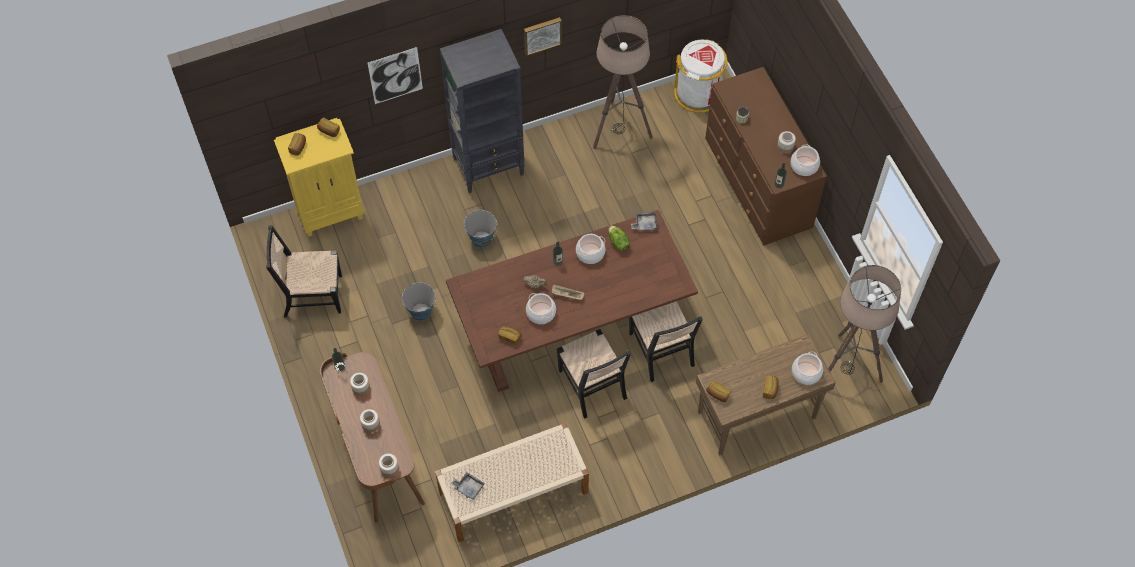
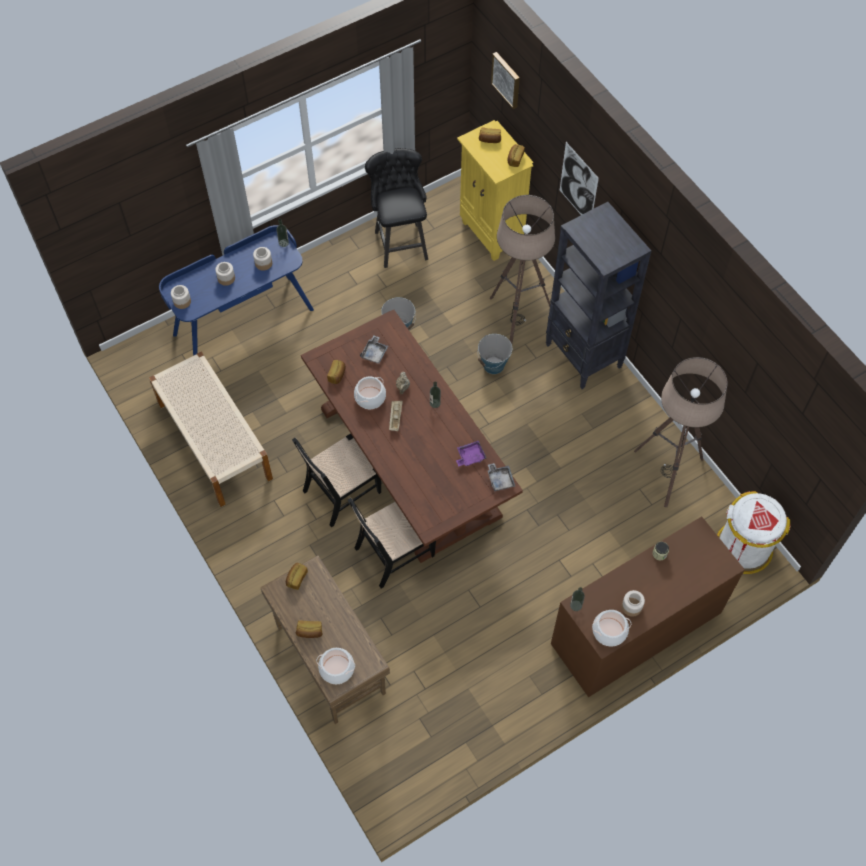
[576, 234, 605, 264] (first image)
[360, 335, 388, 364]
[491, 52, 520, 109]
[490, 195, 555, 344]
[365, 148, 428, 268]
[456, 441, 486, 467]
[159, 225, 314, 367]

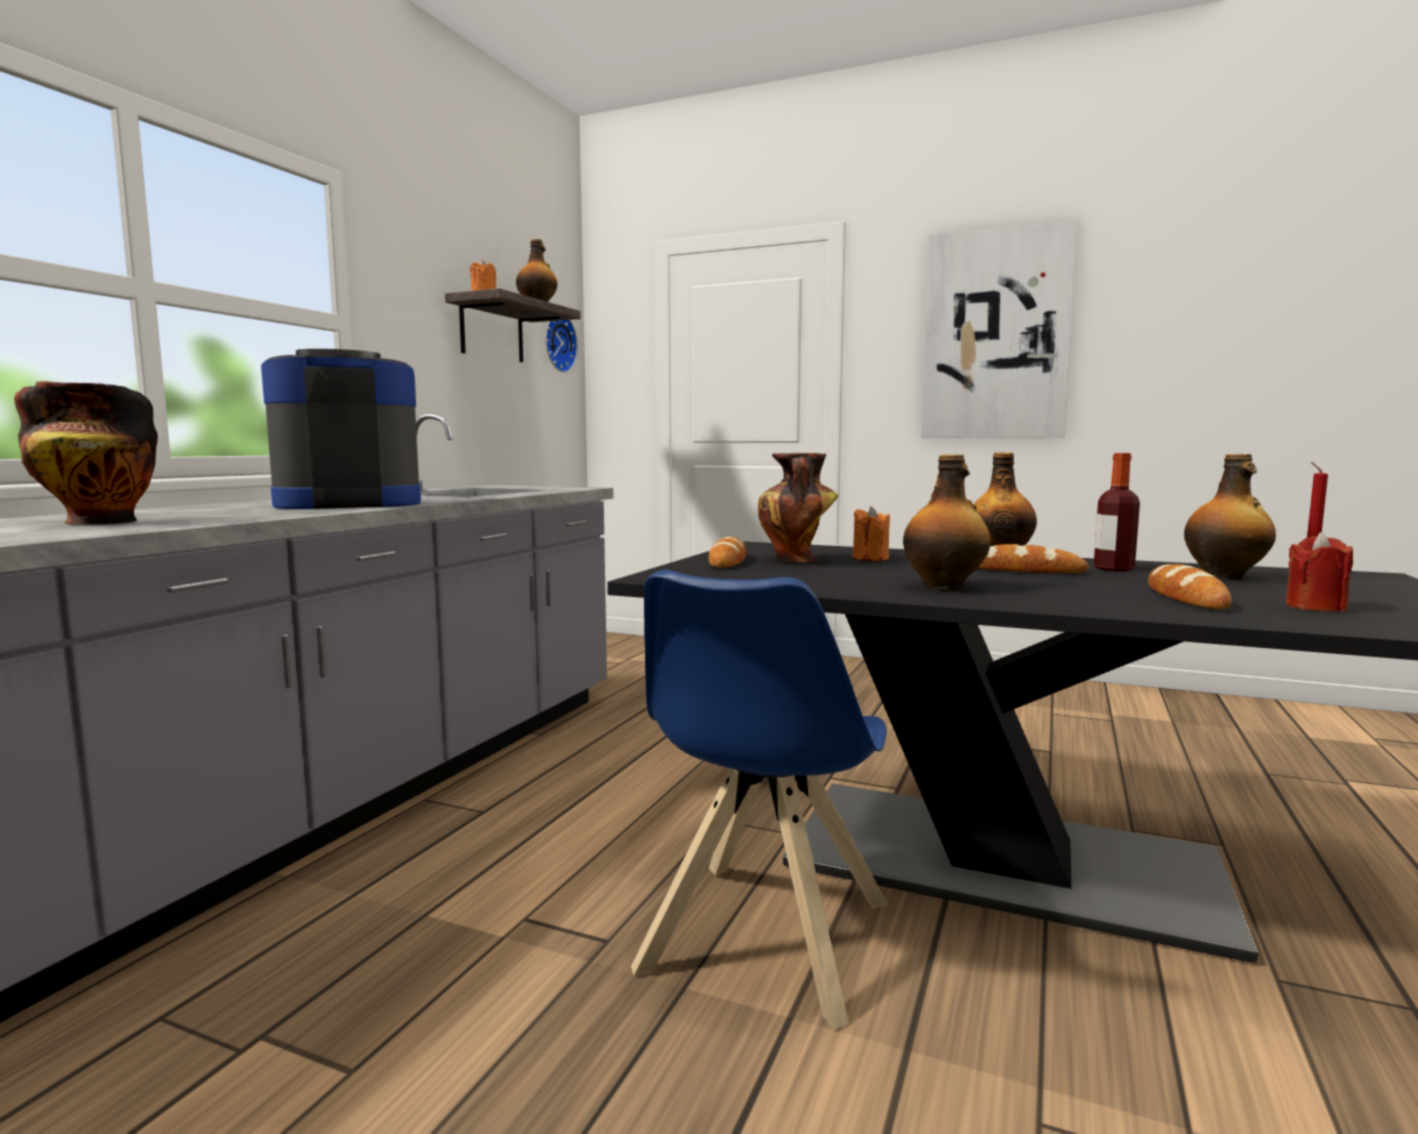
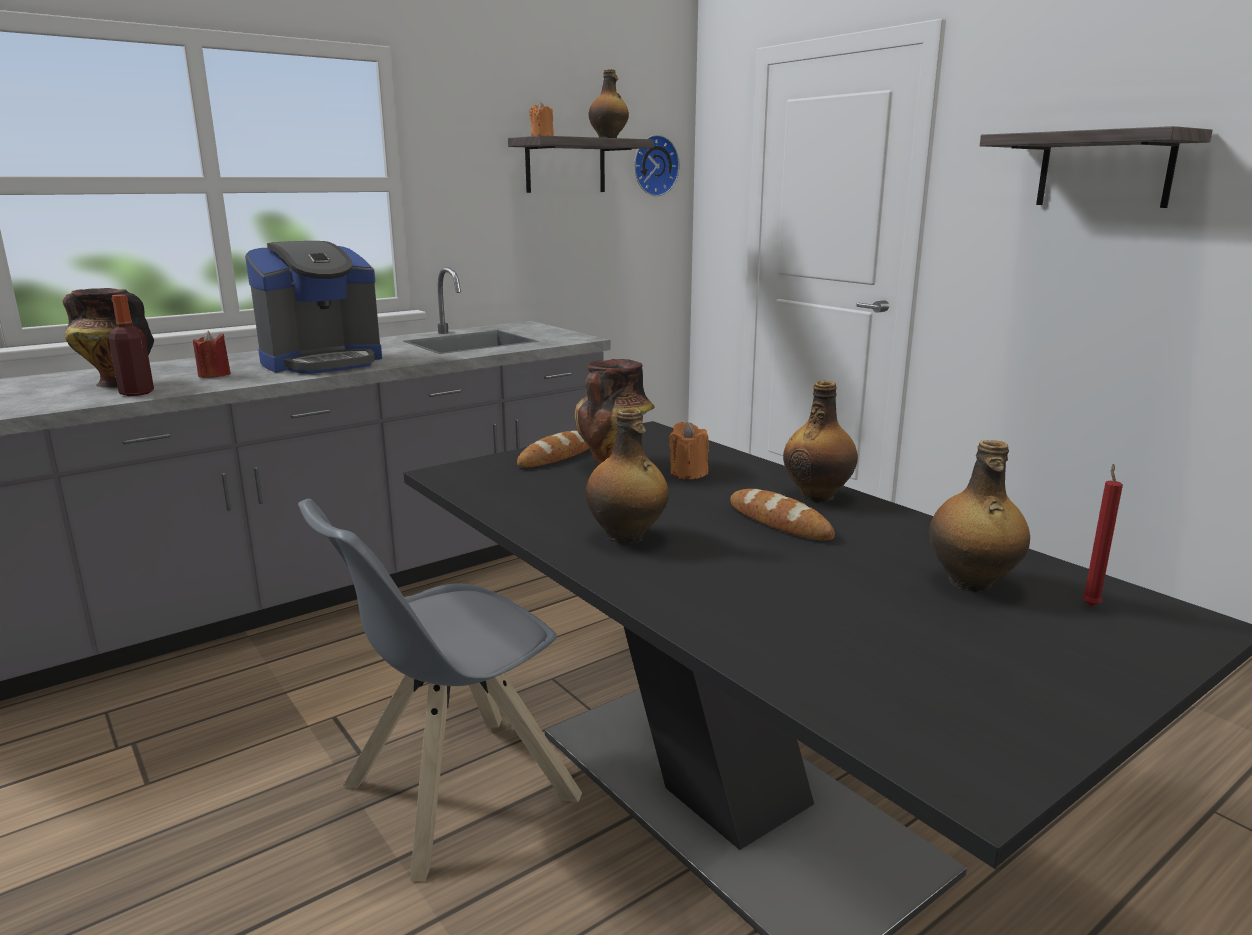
[1148, 564, 1232, 609] (first image)
[108, 294, 154, 396]
[193, 331, 231, 378]
[980, 126, 1213, 208]
[298, 499, 582, 881]
[245, 241, 382, 374]

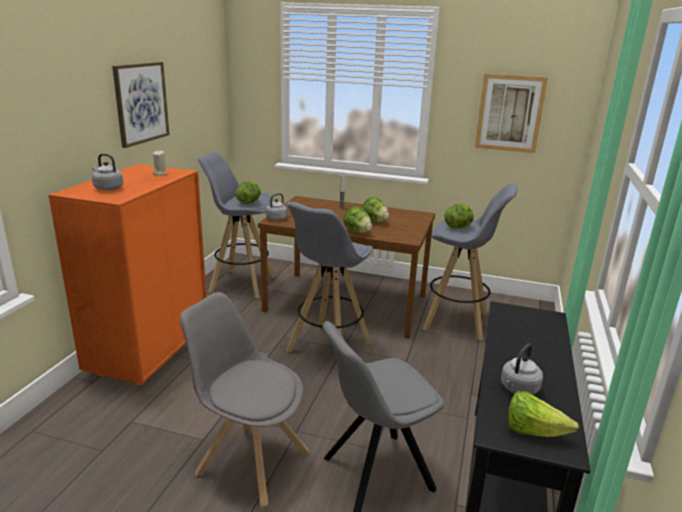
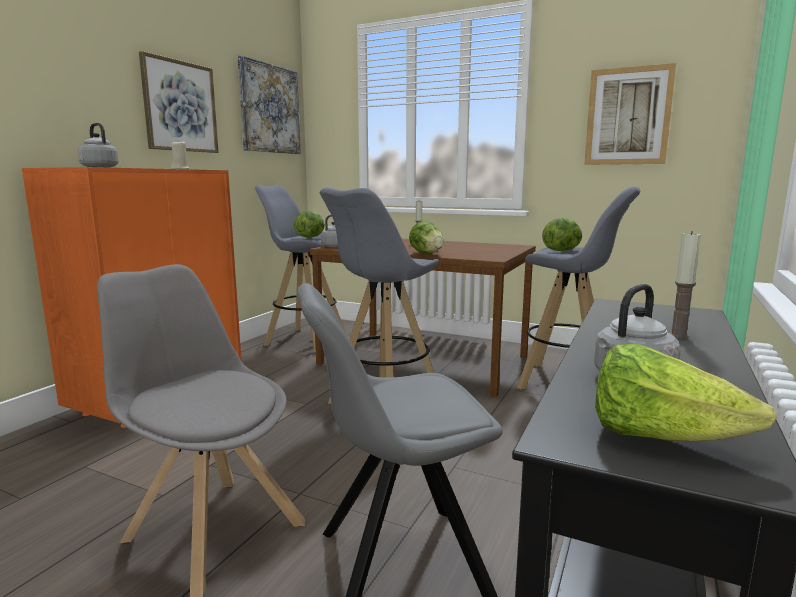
[362, 197, 389, 223] (first image)
[238, 55, 301, 154]
[670, 231, 701, 338]

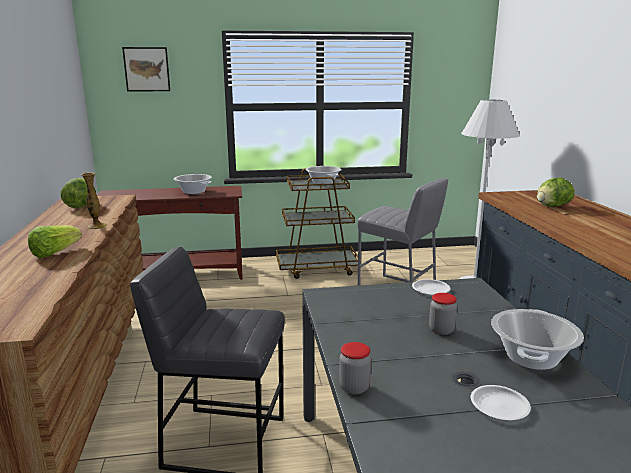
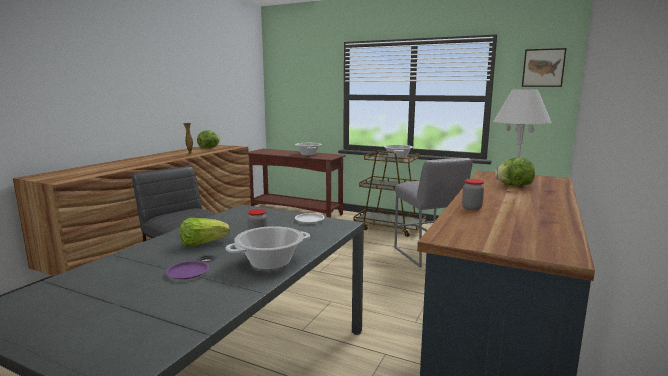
[180, 218, 230, 247]
[522, 48, 566, 87]
[462, 179, 484, 210]
[166, 261, 209, 279]

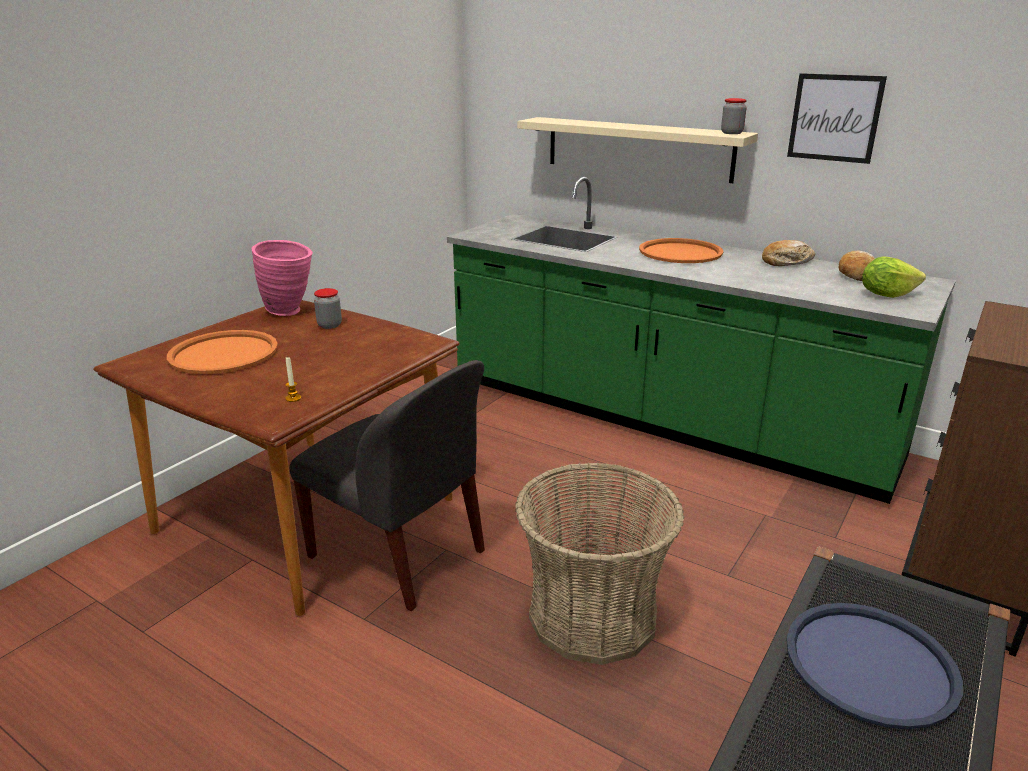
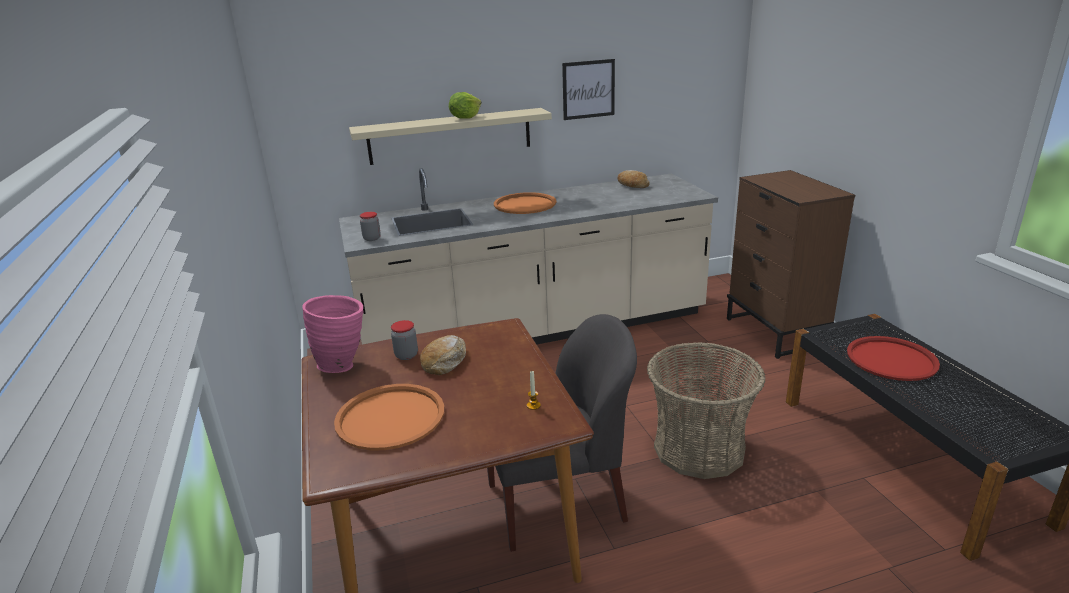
[360, 212, 381, 241]
[420, 335, 466, 375]
[449, 92, 482, 119]
[339, 168, 718, 345]
[847, 336, 940, 381]

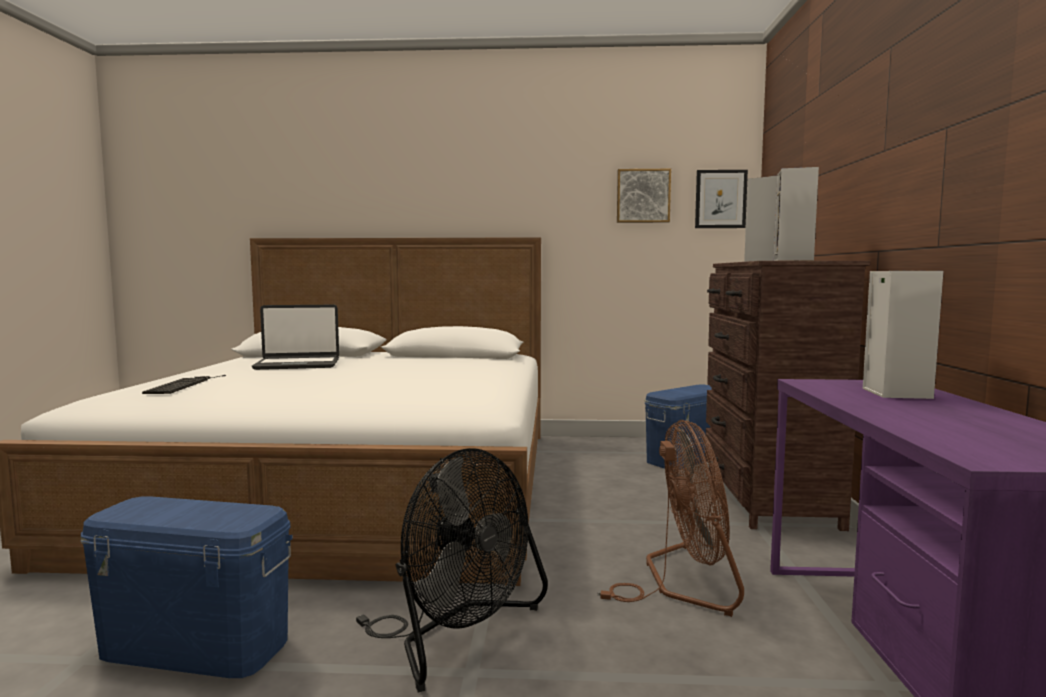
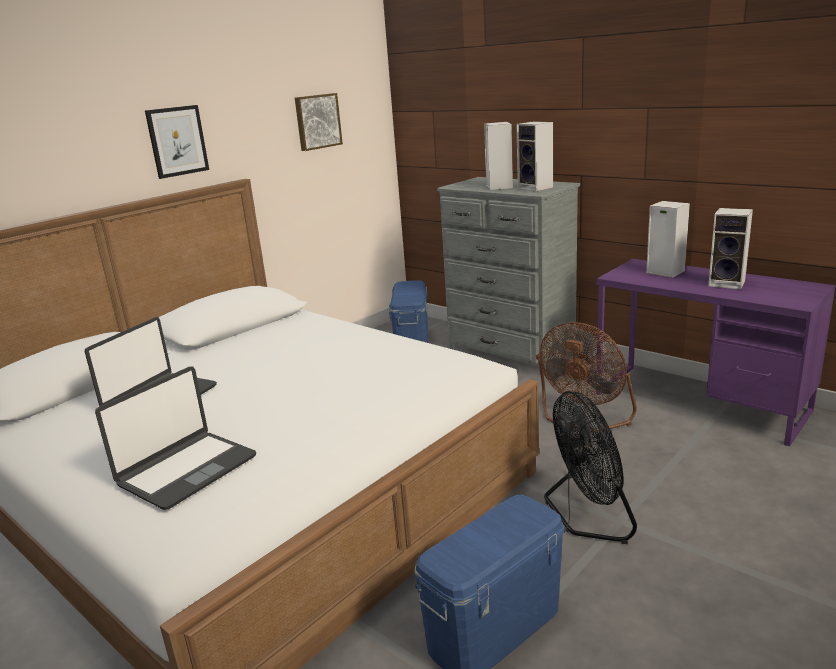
[708, 208, 753, 289]
[145, 105, 209, 179]
[95, 366, 256, 510]
[437, 177, 580, 374]

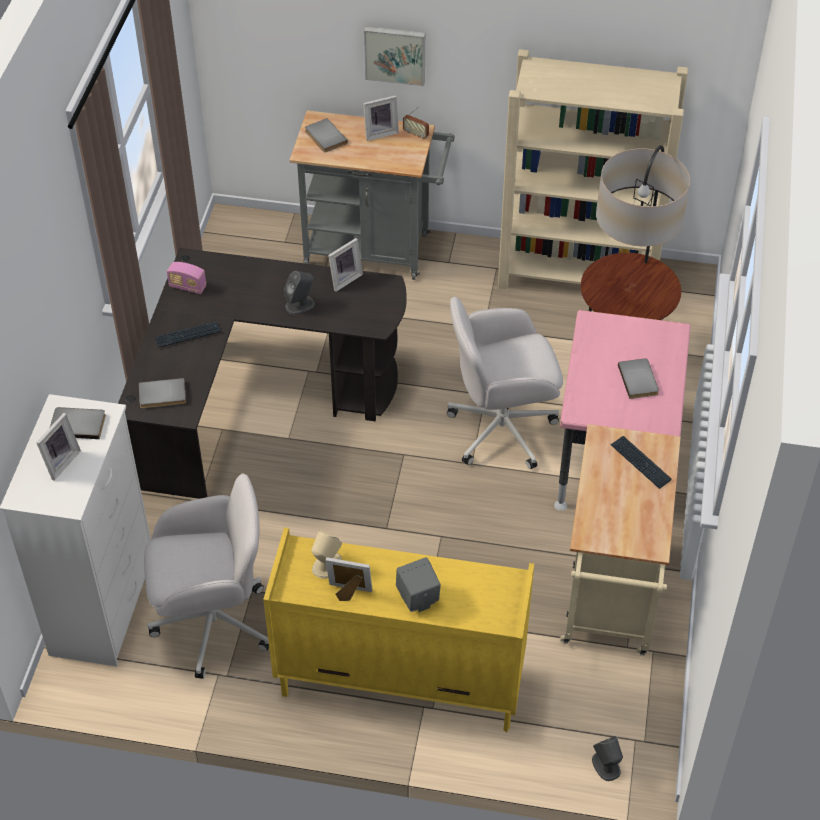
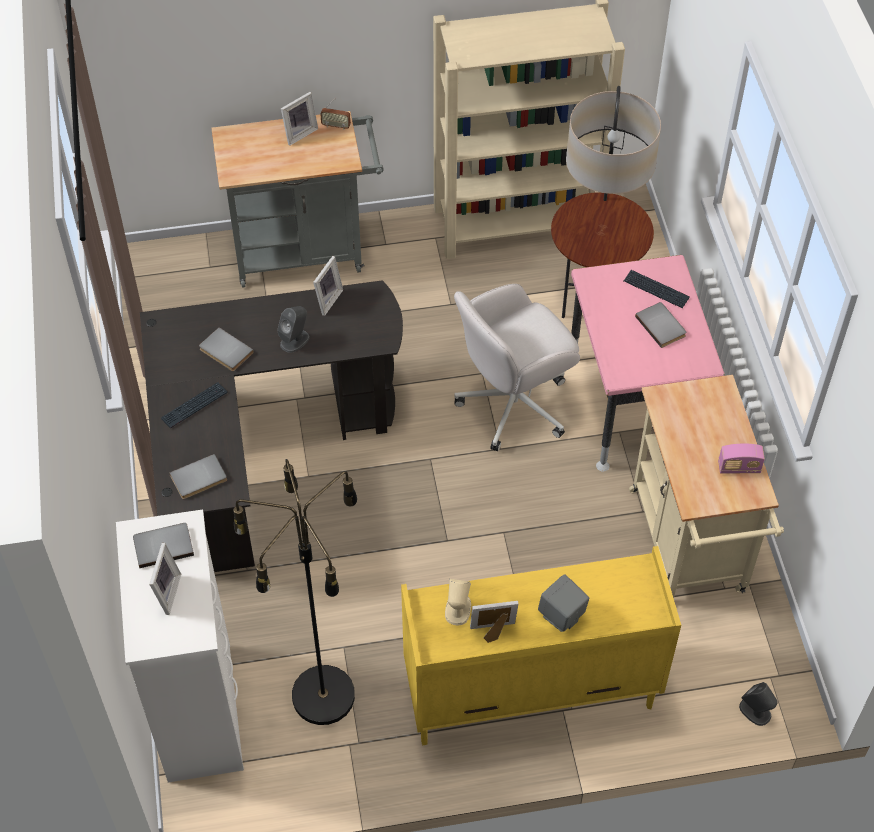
[364, 26, 425, 86] (first image)
[718, 444, 765, 474]
[199, 327, 254, 371]
[624, 270, 690, 308]
[233, 459, 357, 725]

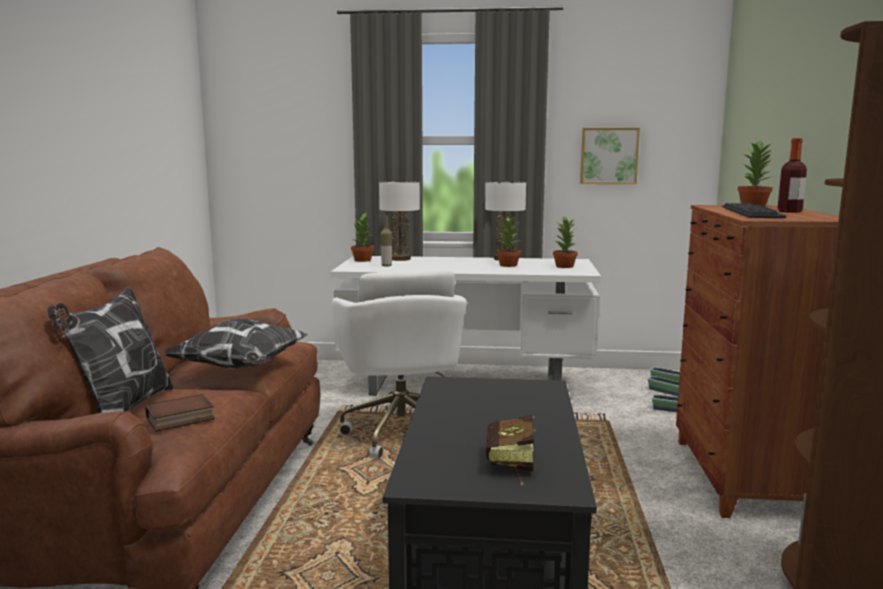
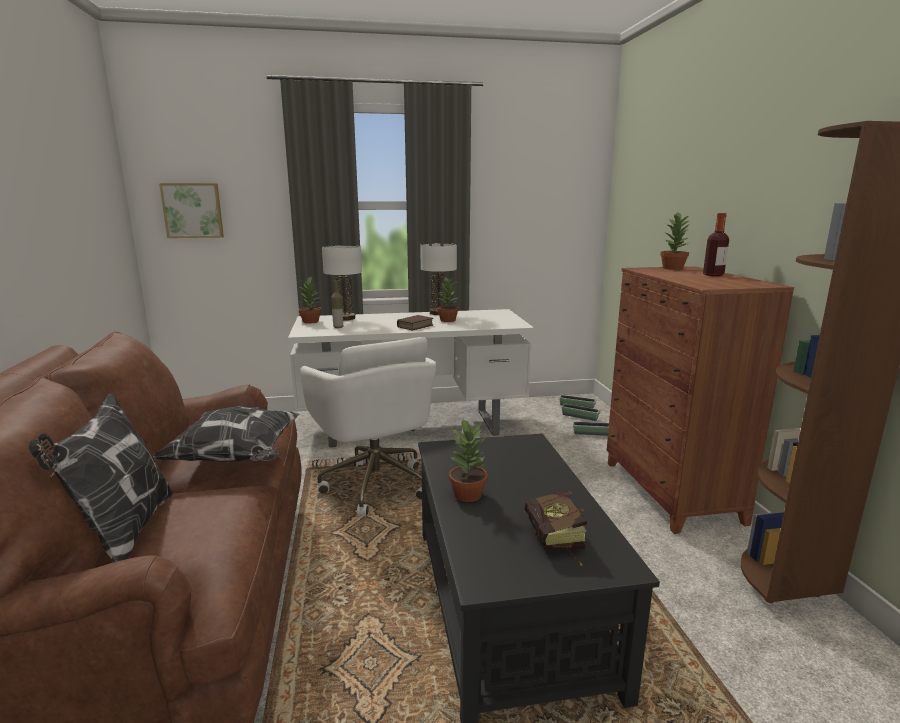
[722, 203, 786, 218] (first image)
[397, 315, 433, 331]
[449, 419, 487, 502]
[159, 183, 224, 238]

